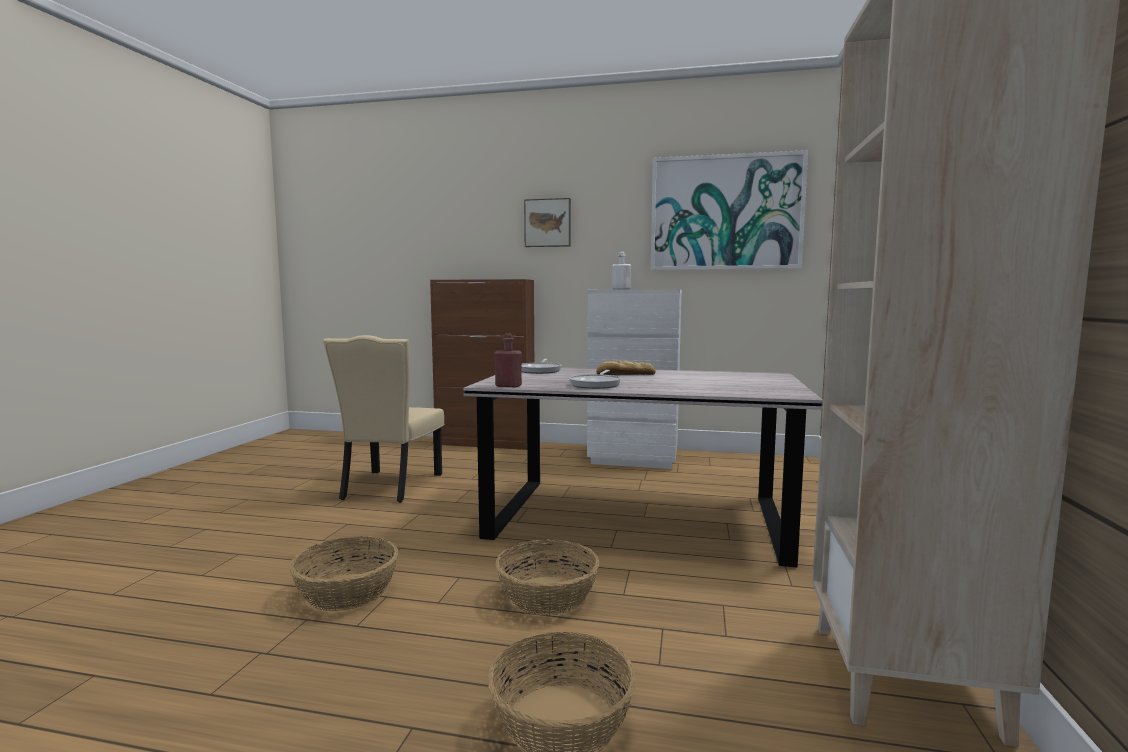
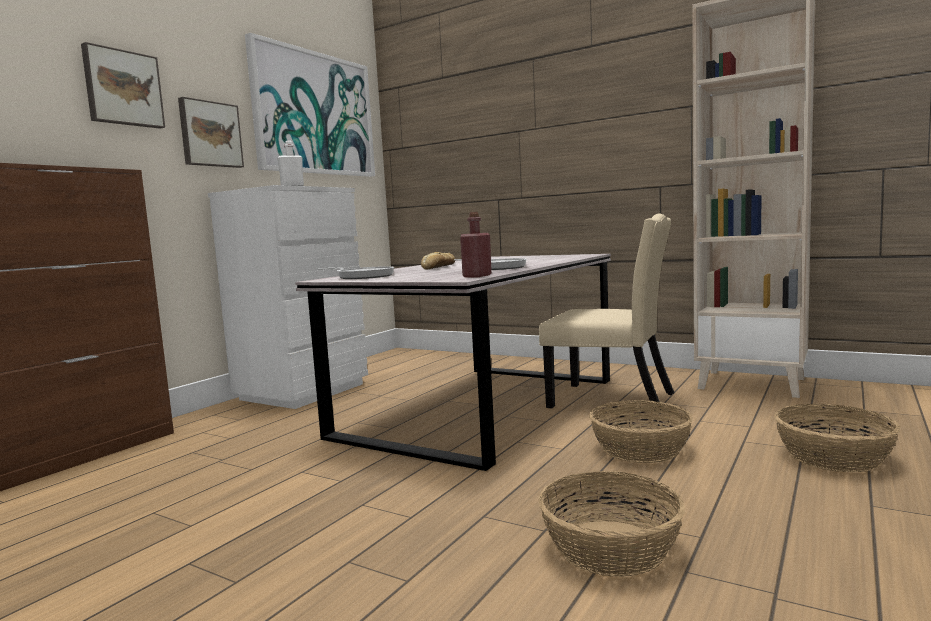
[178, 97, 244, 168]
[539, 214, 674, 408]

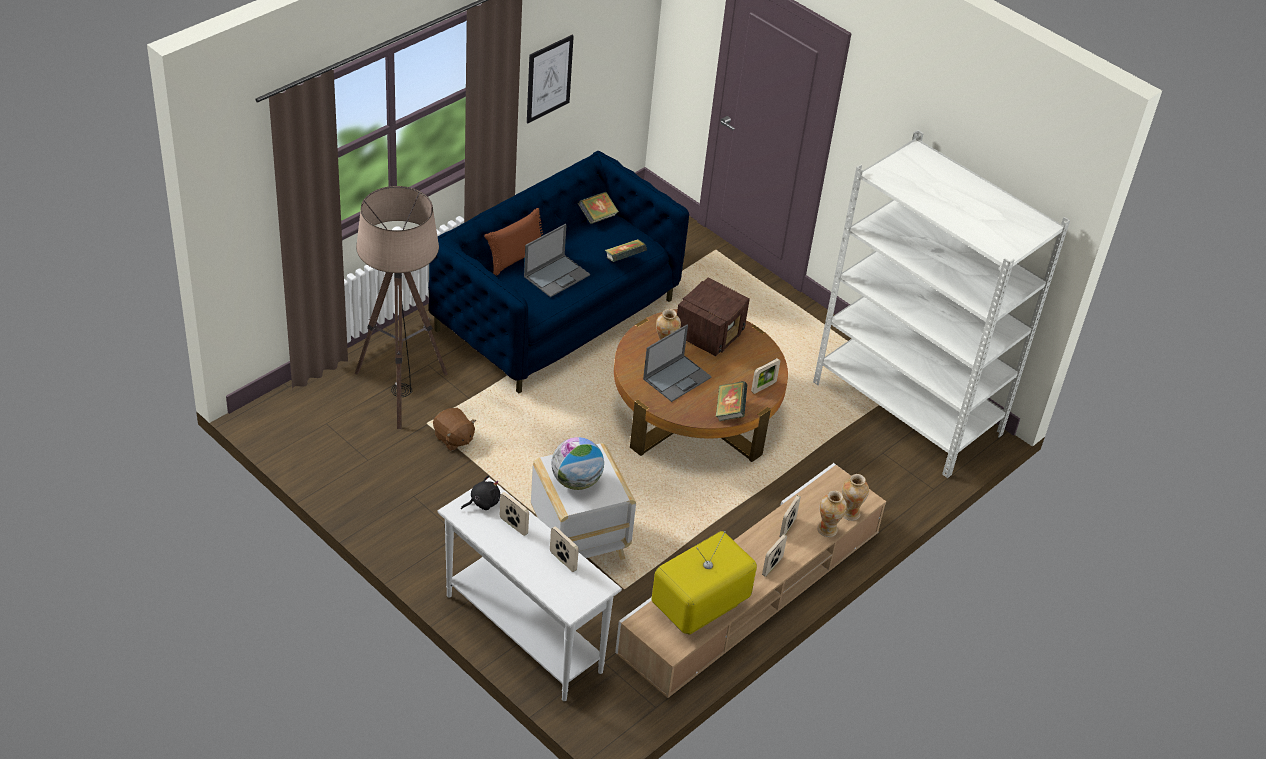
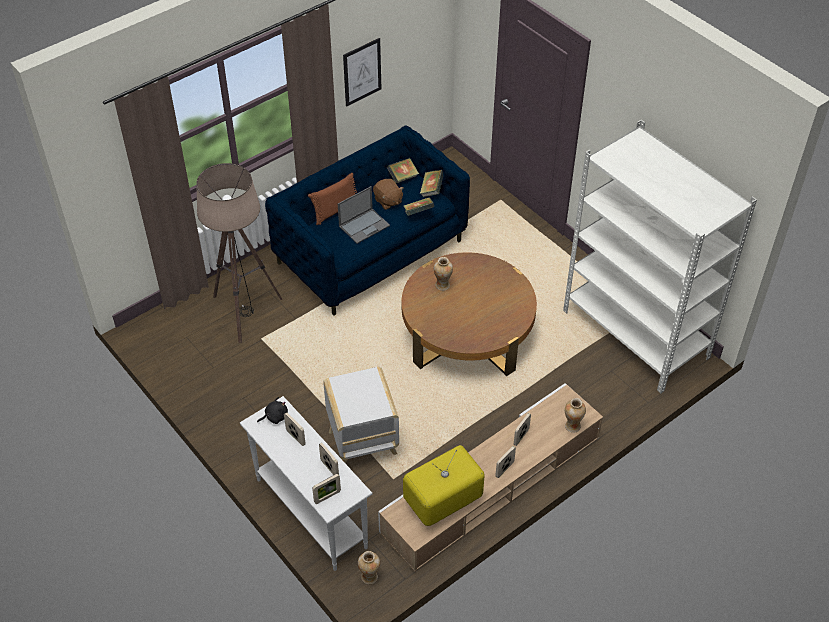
[552, 437, 604, 490] (first image)
[643, 325, 712, 402] (first image)
[677, 278, 750, 356] (first image)
[373, 179, 404, 210]
[420, 170, 443, 197]
[312, 474, 341, 504]
[358, 551, 380, 584]

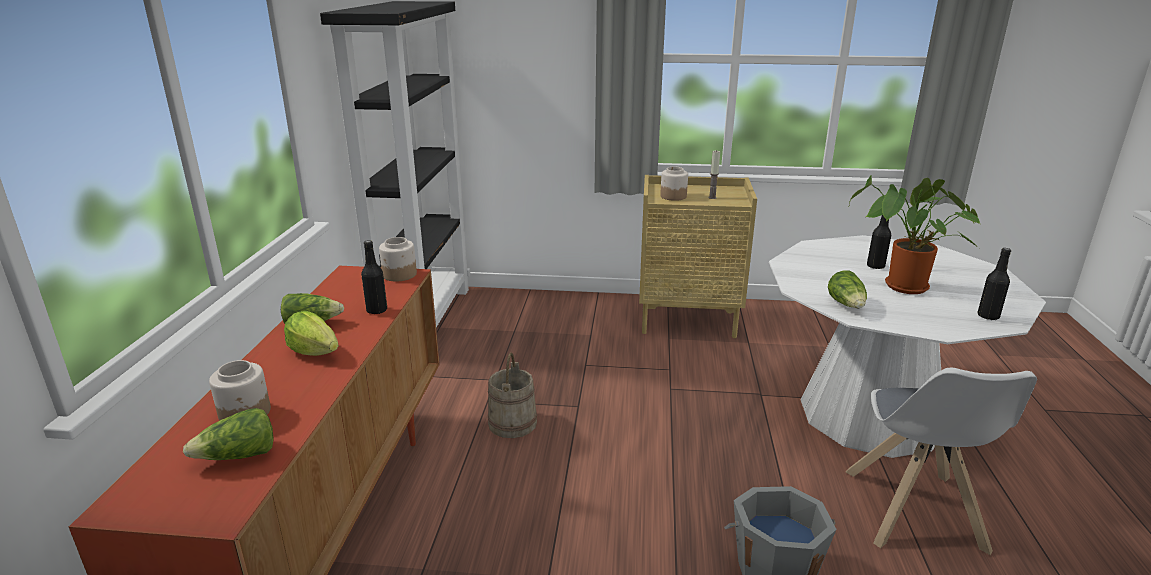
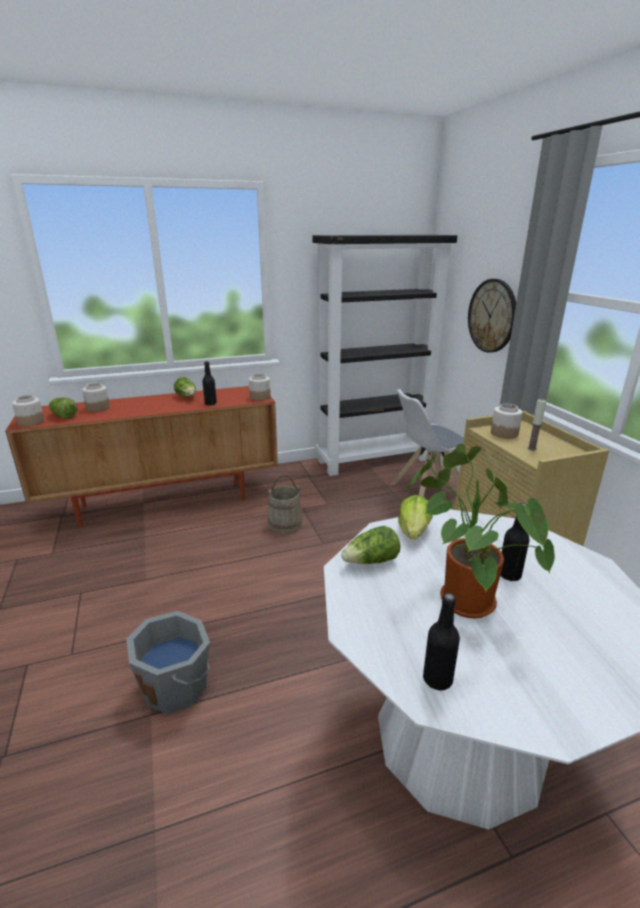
[12, 395, 45, 427]
[468, 279, 516, 353]
[398, 495, 433, 539]
[391, 389, 464, 497]

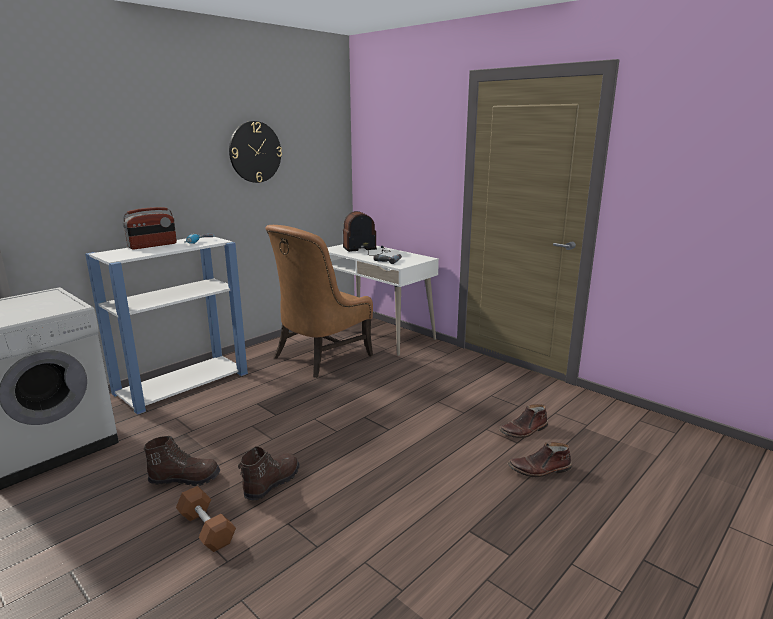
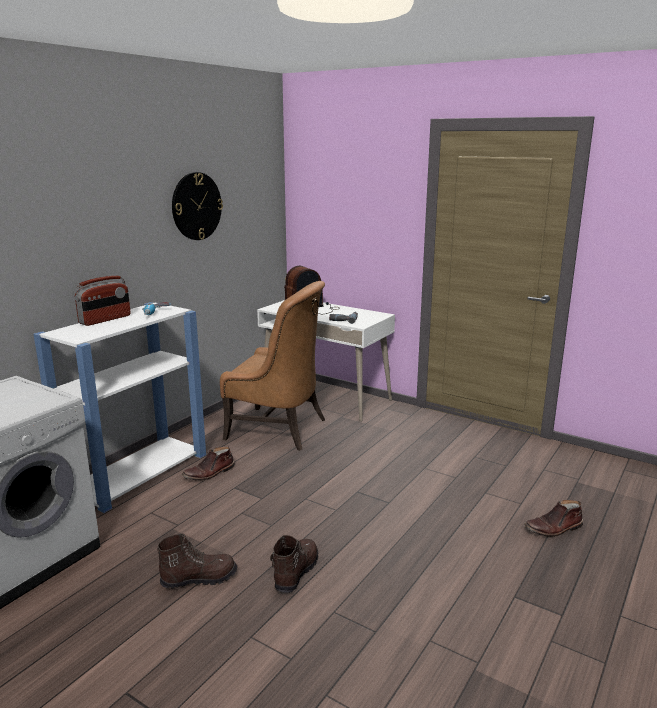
[176, 486, 236, 552] (first image)
[182, 447, 235, 481]
[220, 281, 325, 451]

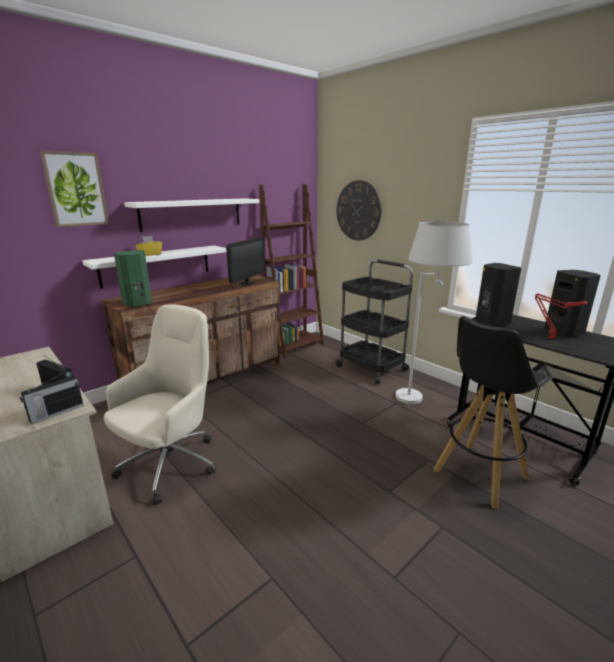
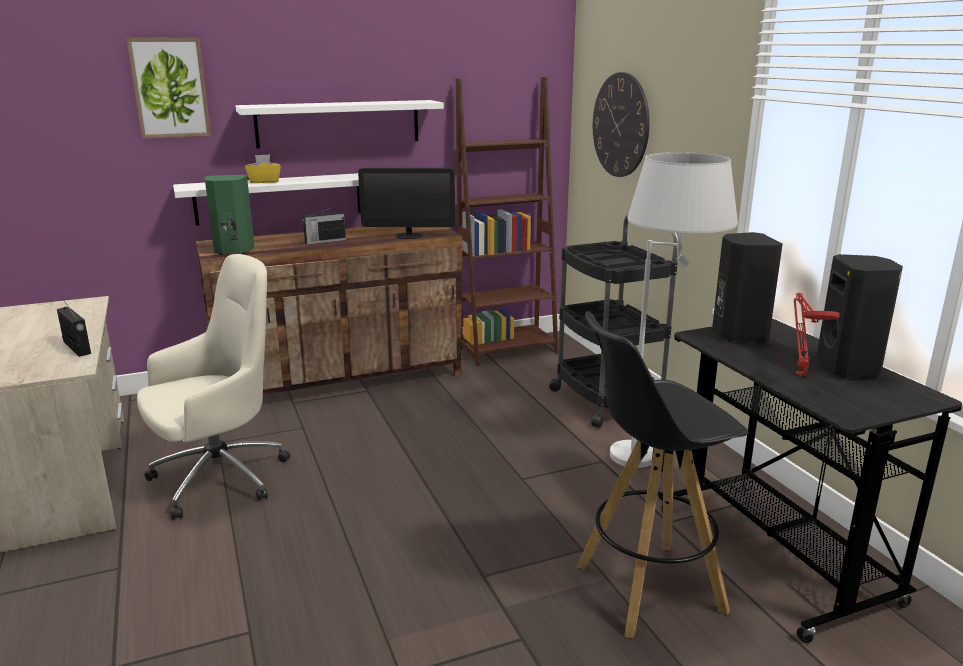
[302, 206, 346, 245]
[358, 168, 455, 239]

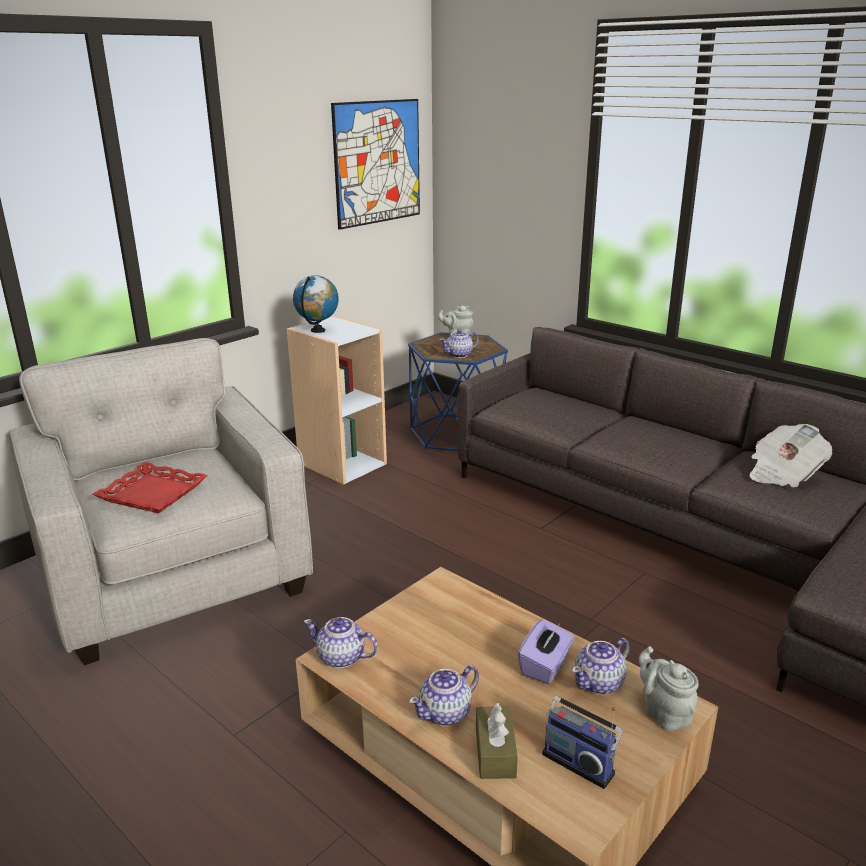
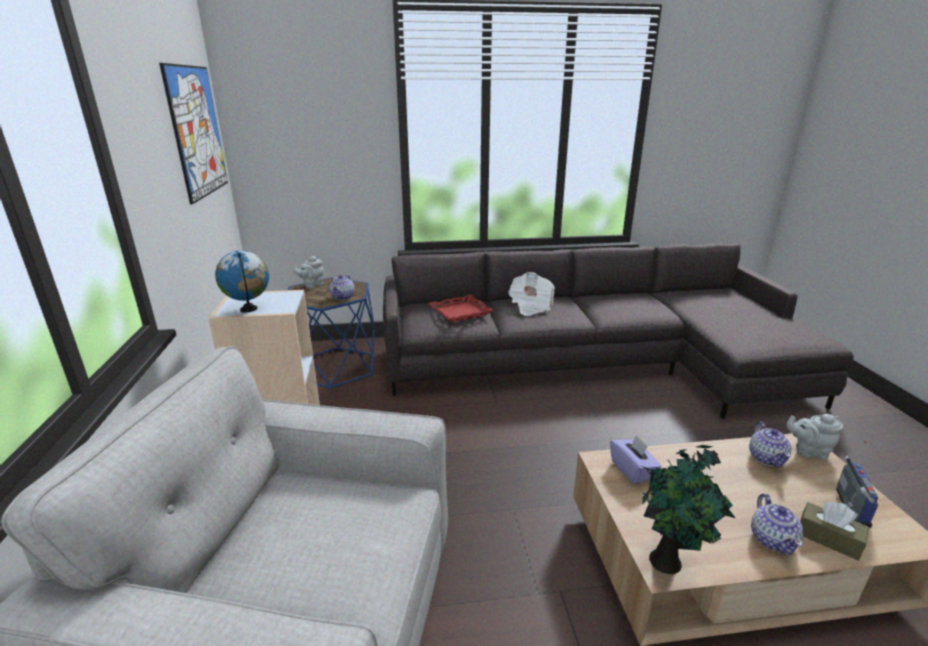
[429, 295, 493, 323]
[610, 435, 661, 484]
[508, 272, 555, 316]
[641, 445, 735, 574]
[836, 441, 879, 528]

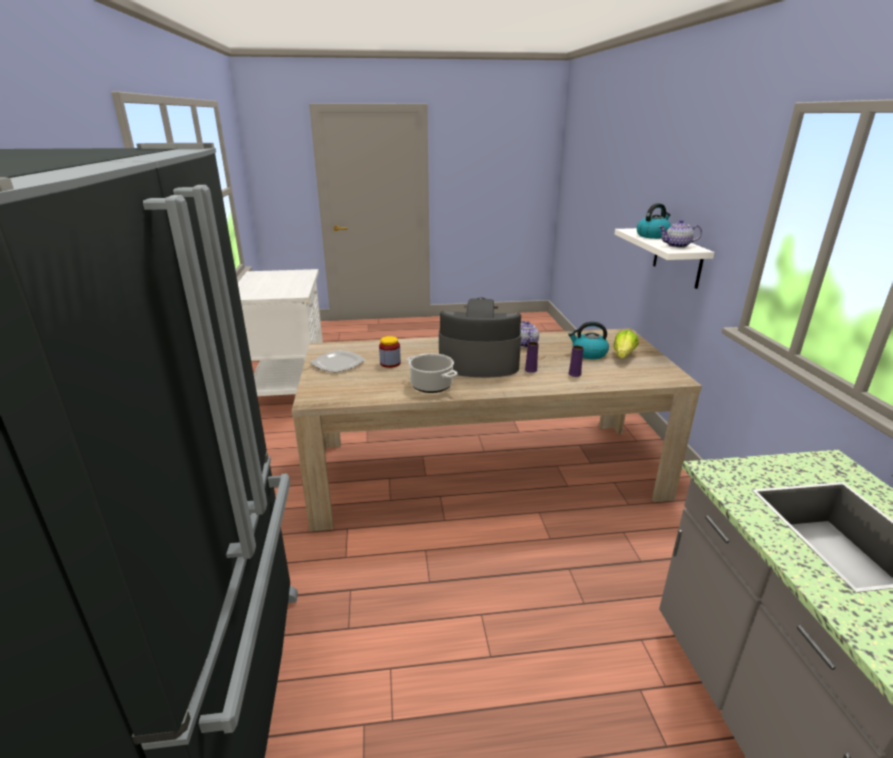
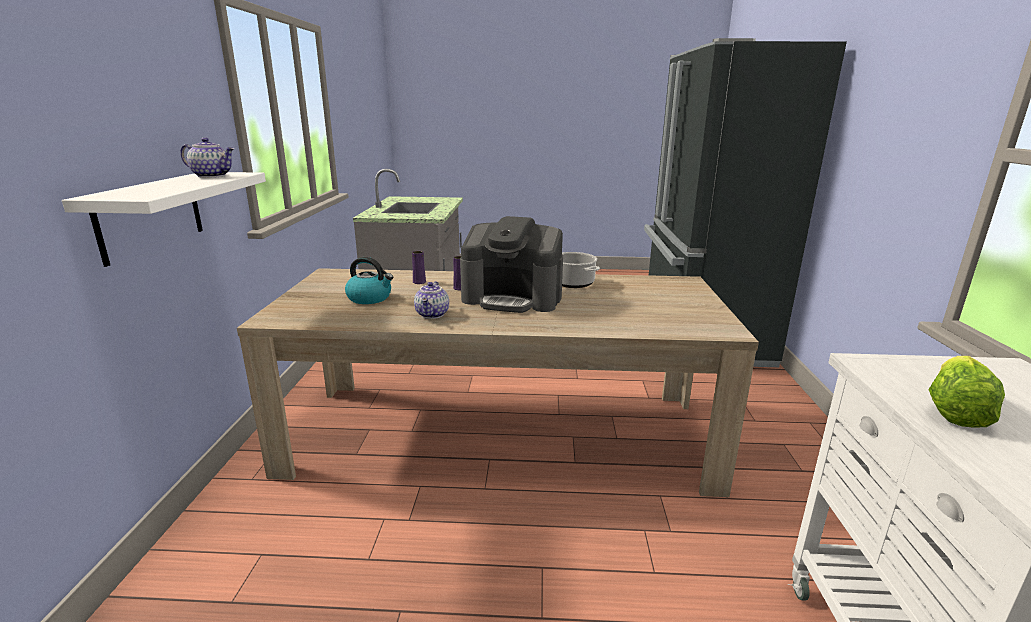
[311, 350, 365, 372] (first image)
[379, 336, 401, 368] (first image)
[637, 203, 671, 239] (first image)
[928, 356, 1005, 428]

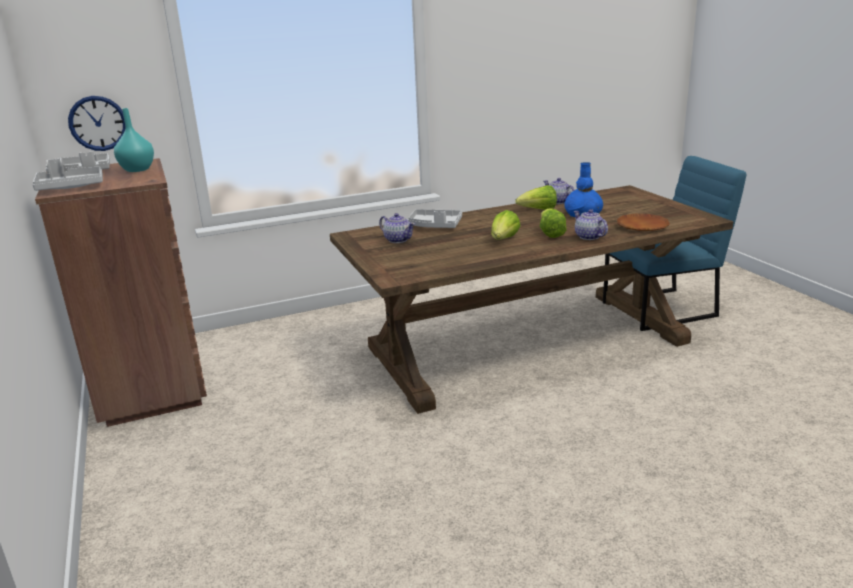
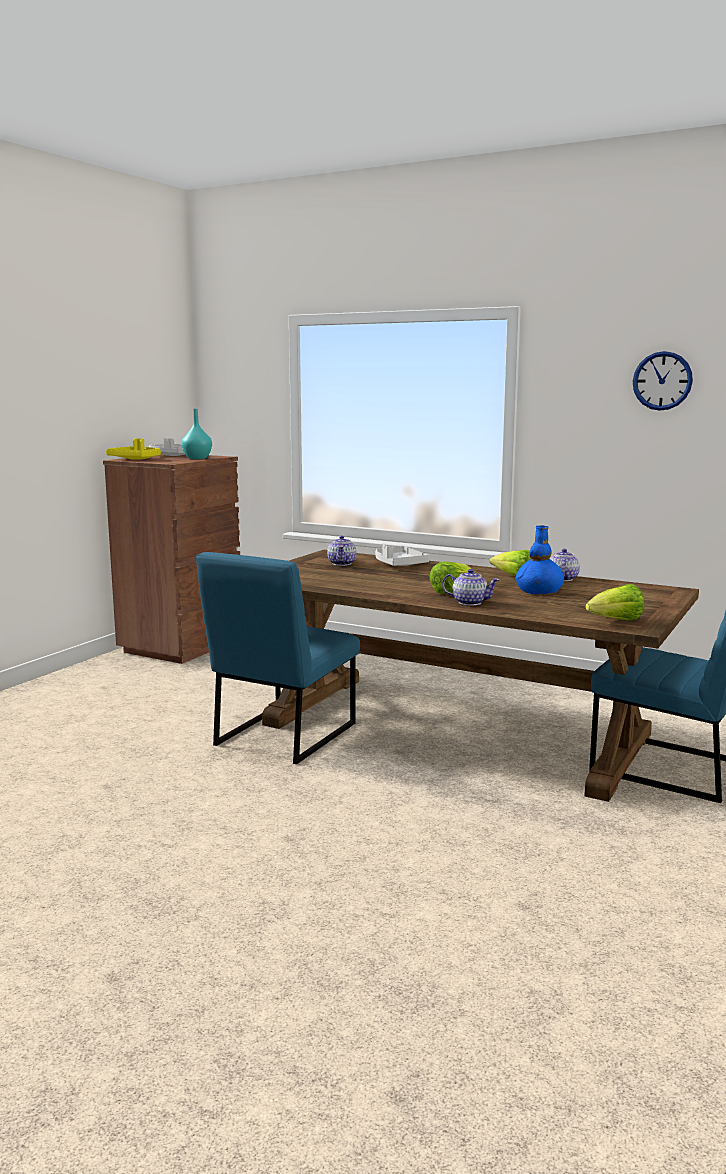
[617, 214, 670, 231] (first image)
[196, 552, 360, 764]
[633, 351, 693, 411]
[585, 584, 644, 621]
[106, 438, 161, 460]
[442, 569, 500, 606]

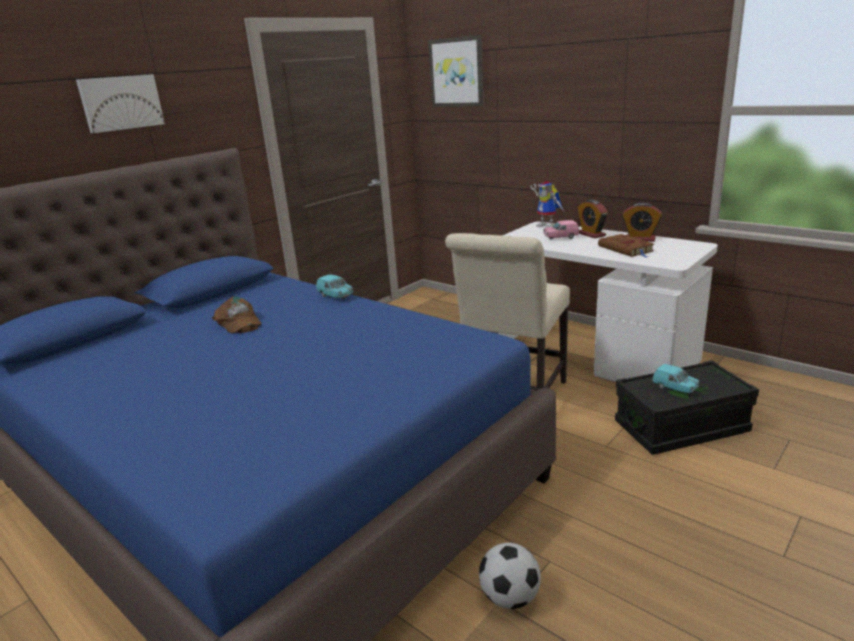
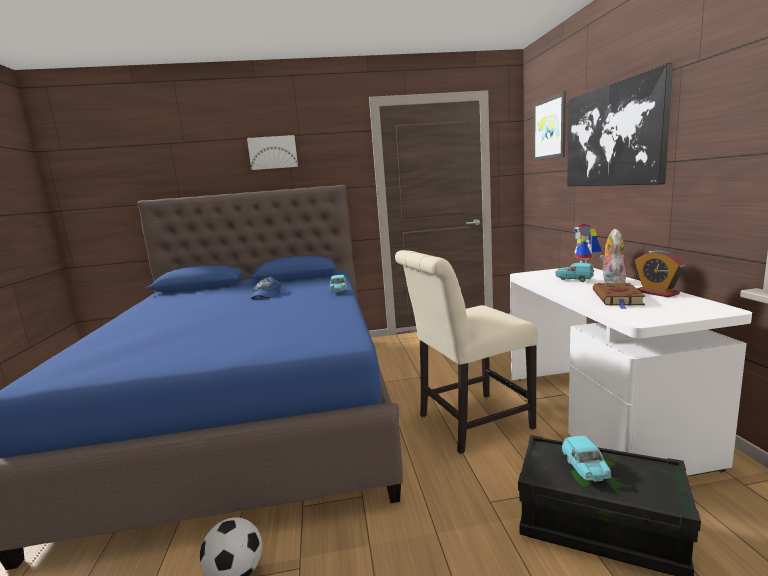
[567, 63, 673, 186]
[600, 229, 626, 283]
[251, 277, 281, 300]
[555, 263, 594, 282]

